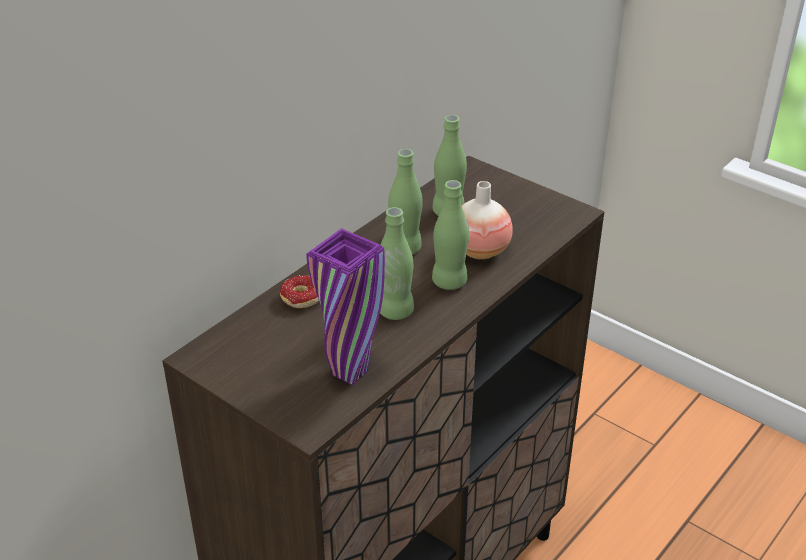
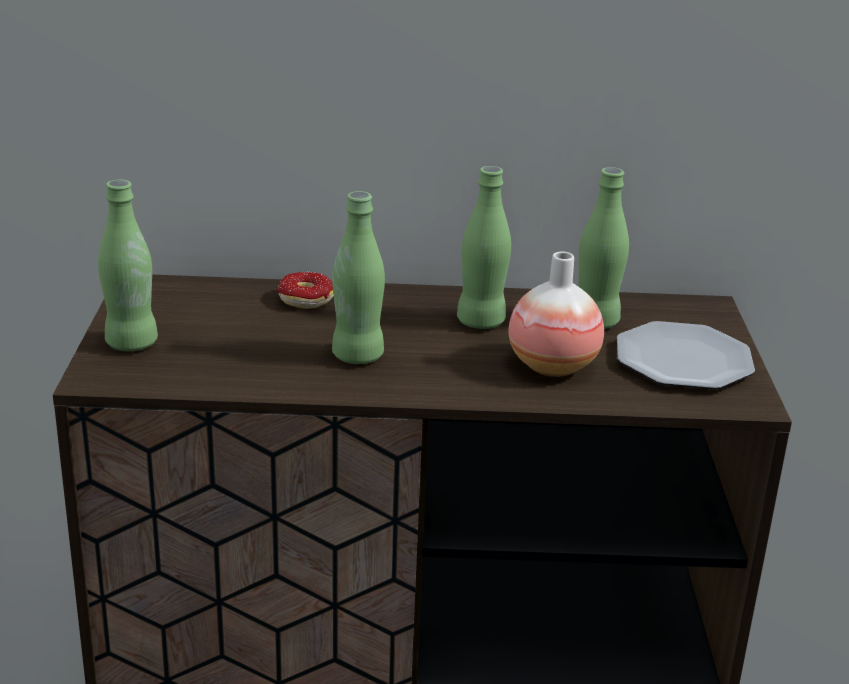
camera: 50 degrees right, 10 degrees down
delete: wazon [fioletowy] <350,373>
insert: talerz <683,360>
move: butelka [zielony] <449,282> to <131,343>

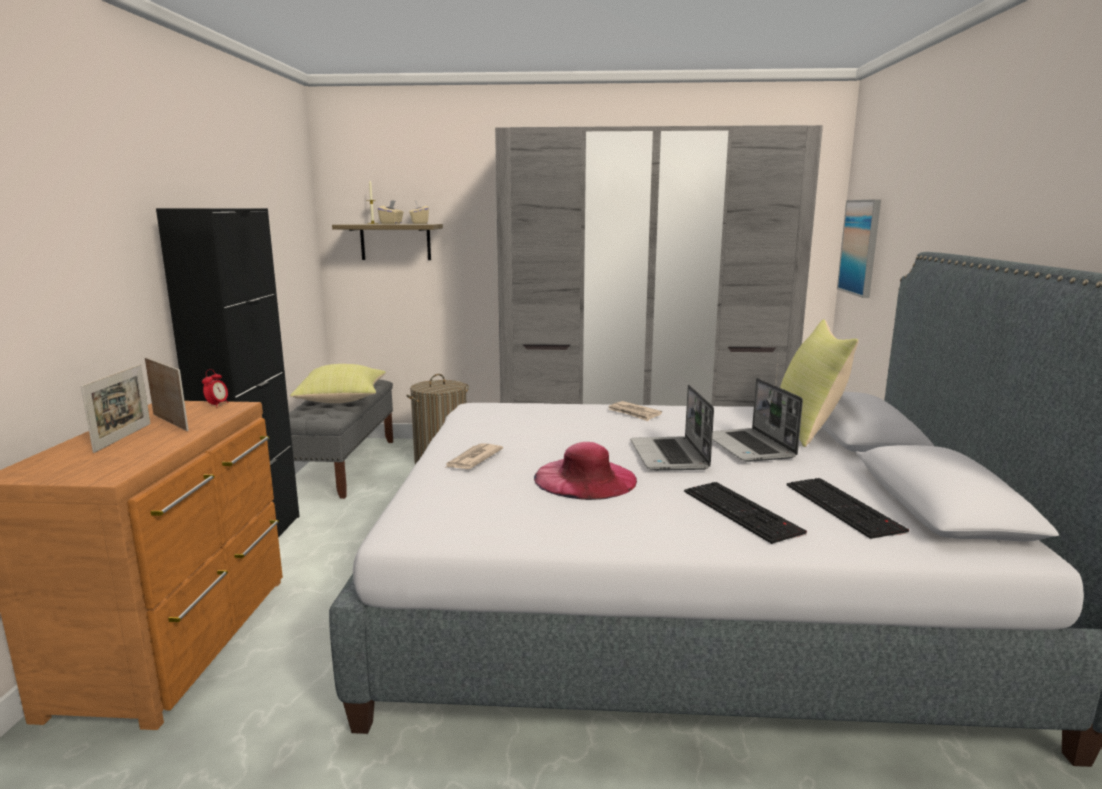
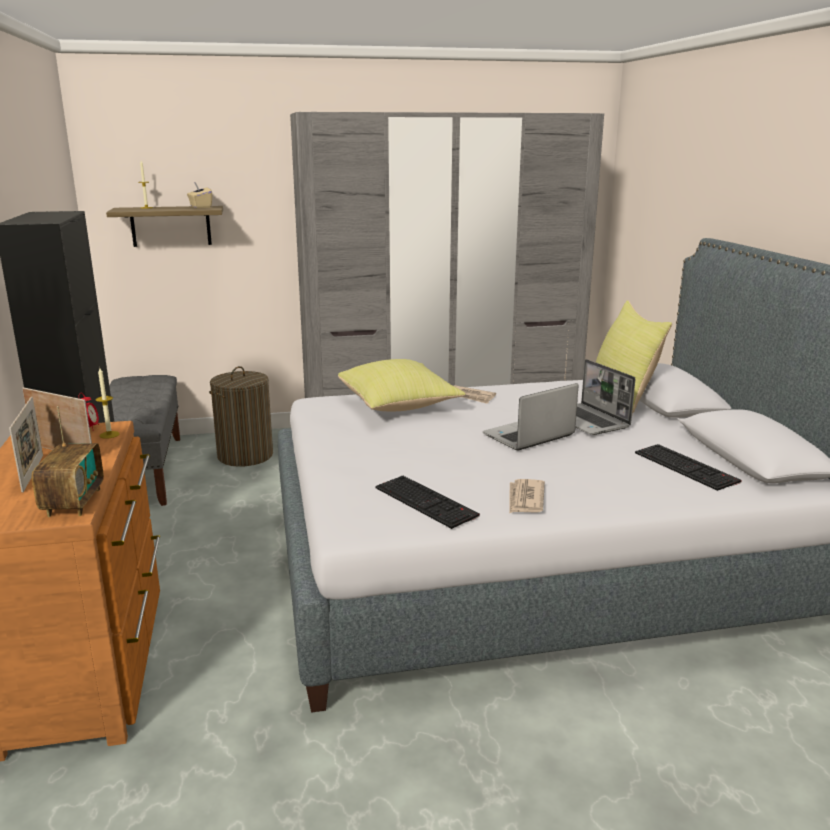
camera: 15 degrees left, 5 degrees up
delete: pudełko chusteczek [beżowy] <391,223>; kapelusz [różowy] <585,478>; obraz <860,247>
insert: radio <73,502>; świeca <109,435>
move: poduszka [żółty] <342,401> to <399,406>; gazeta <473,459> to <525,499>; klawiatura <743,512> to <427,502>
rotate: laptop <670,456> = <528,436> 75 degrees clockwise

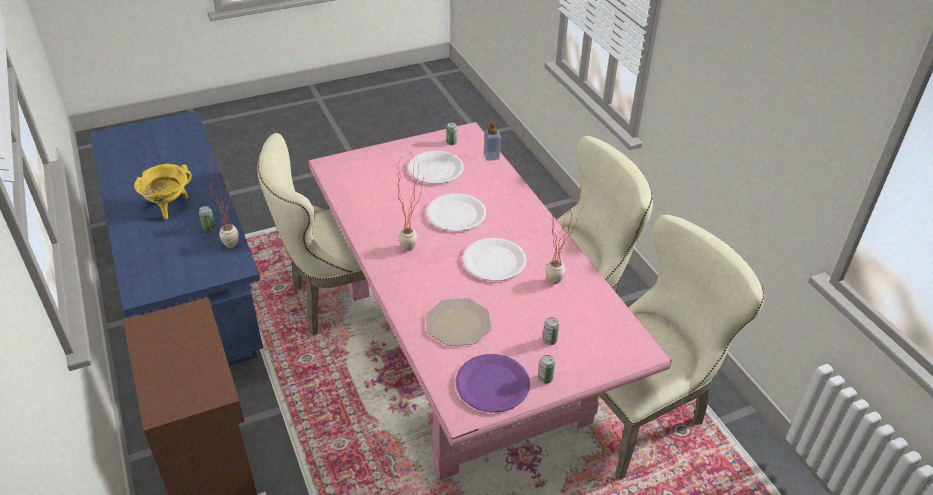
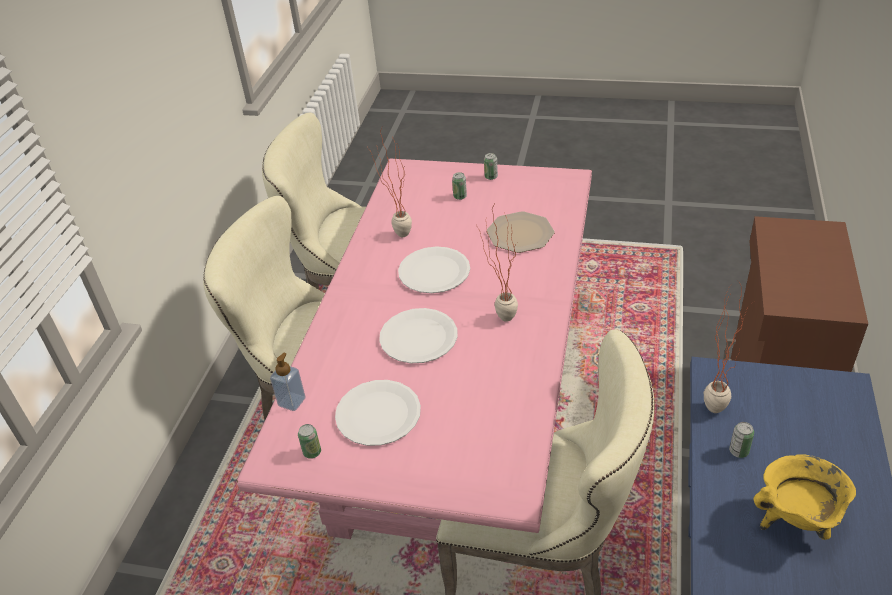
camera: 140 degrees left, 0 degrees up
delete: talerz [fioletowy] <492,384>

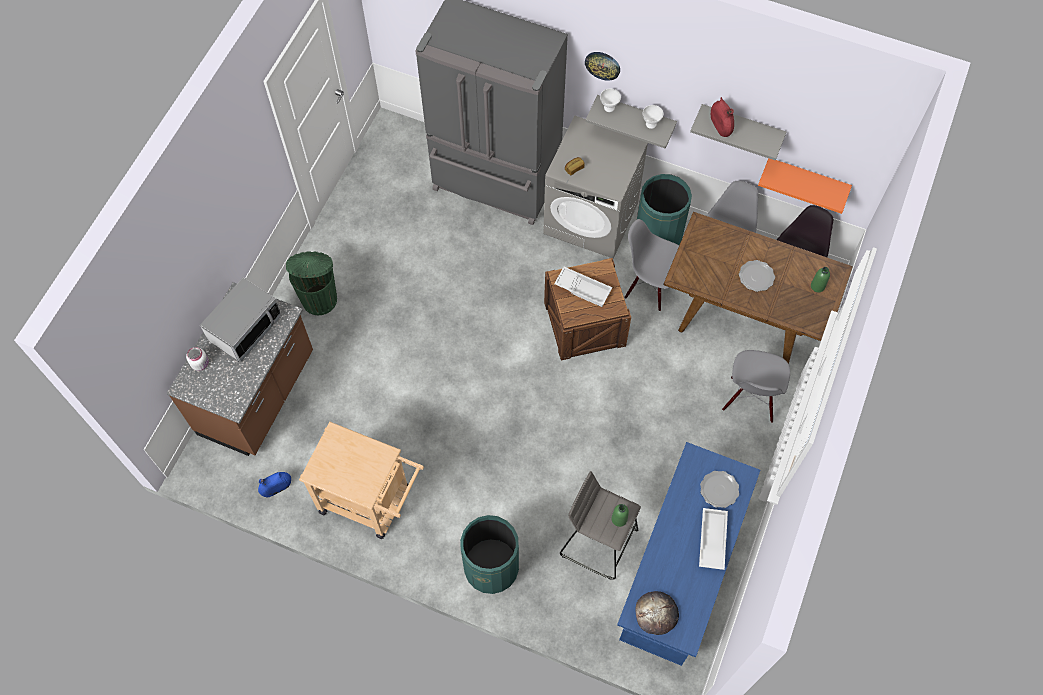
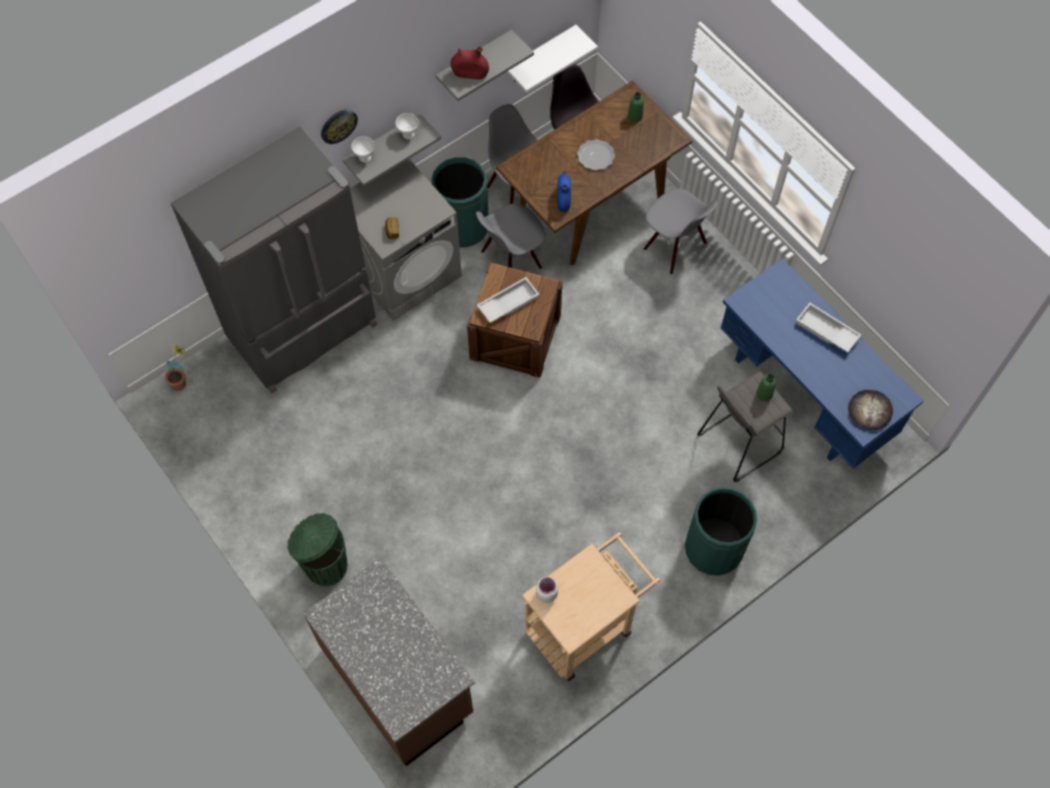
camera: 60 degrees left, 0 degrees up
delete: mikrofalówka <245,328>; talerz <719,490>
insert: roślina doniczkowa <183,382>
move: słoik [biały] <201,363> to <546,593>; wazon [niebieski] <277,488> to <563,199>
recolor: półka [pomarańczowy] <807,179> to półka [biały] <540,55>

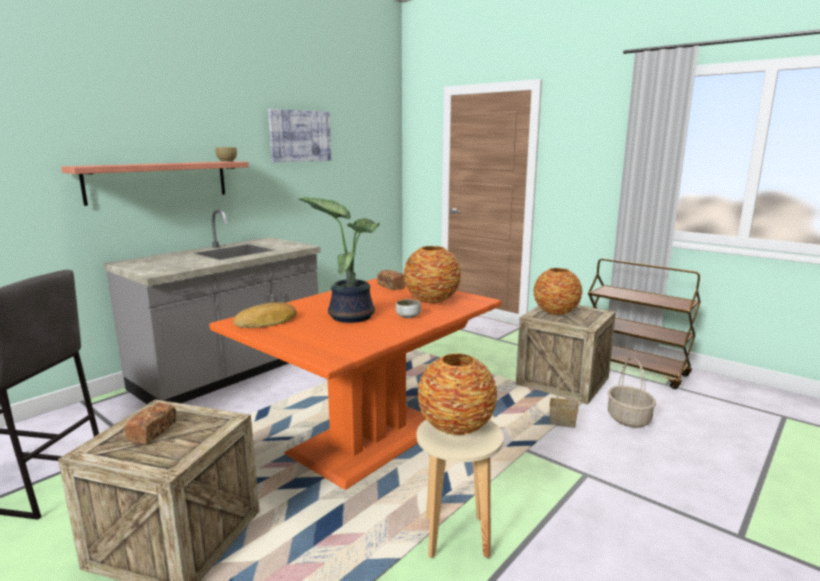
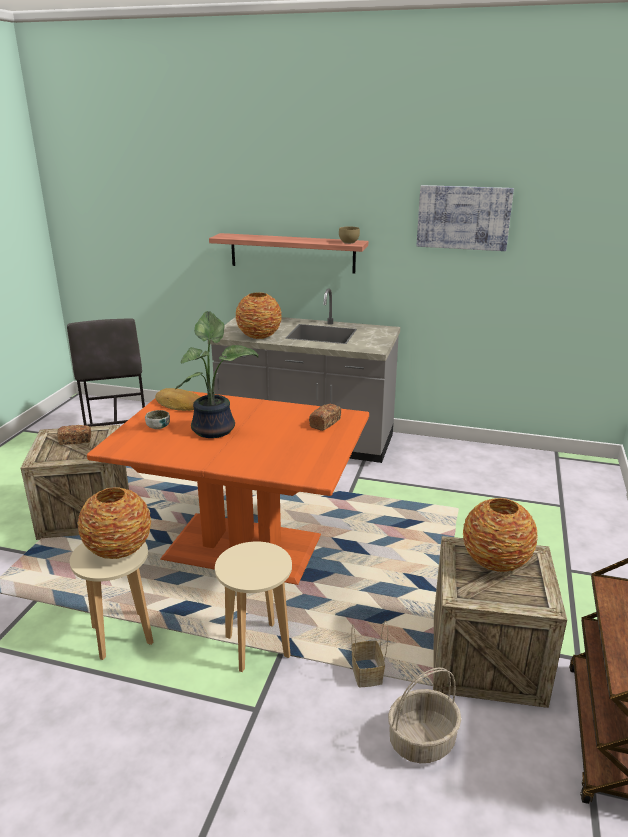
camera: 65 degrees right, 10 degrees up
insert: stołek [beżowy] <257,647>
move: miska <408,316> to <158,427>; wazon <432,300> to <259,336>

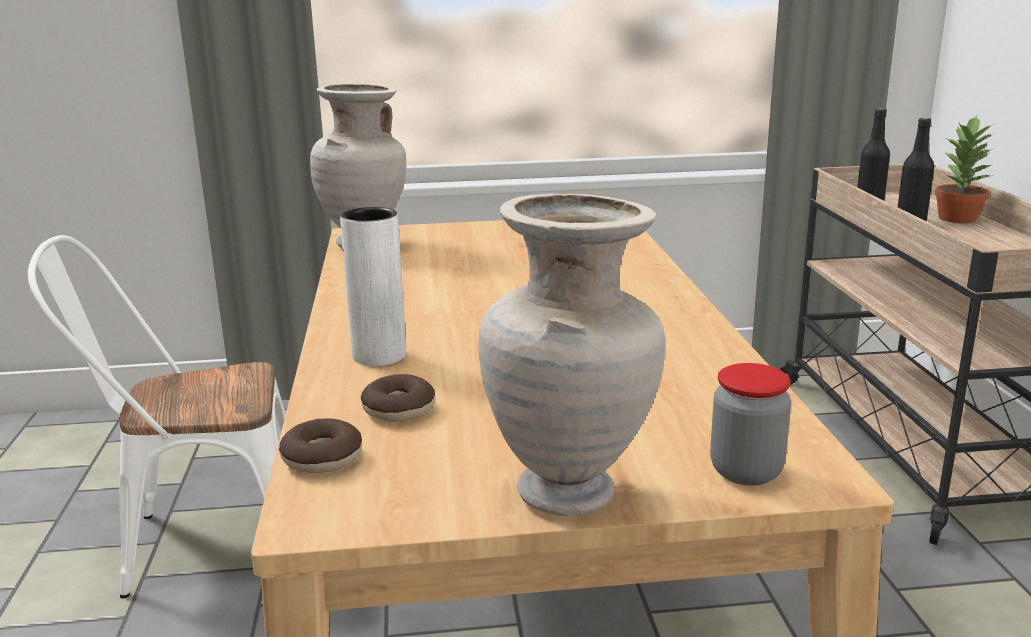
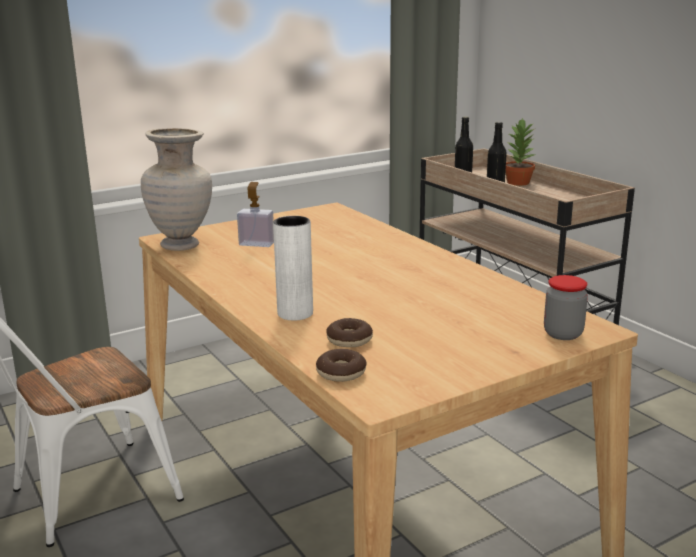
camera: 25 degrees left, 0 degrees up
delete: wazon [beżowy] <571,494>
insert: dozownik mydła <256,244>

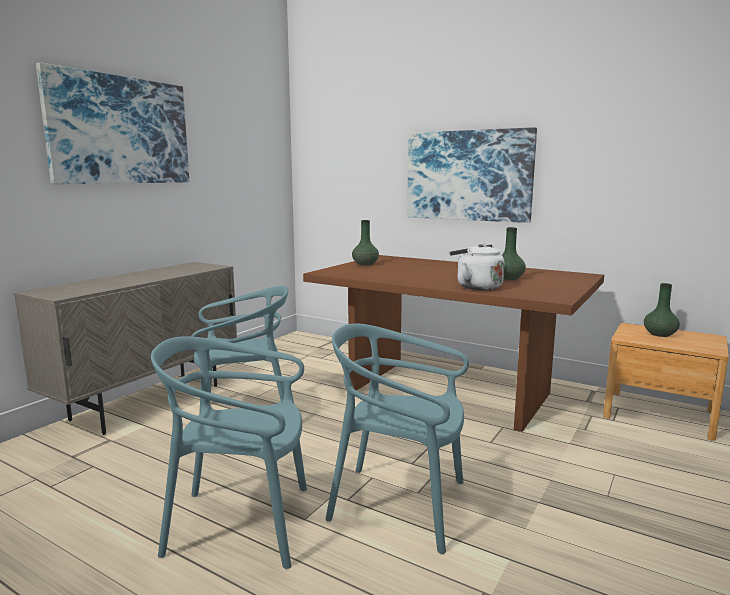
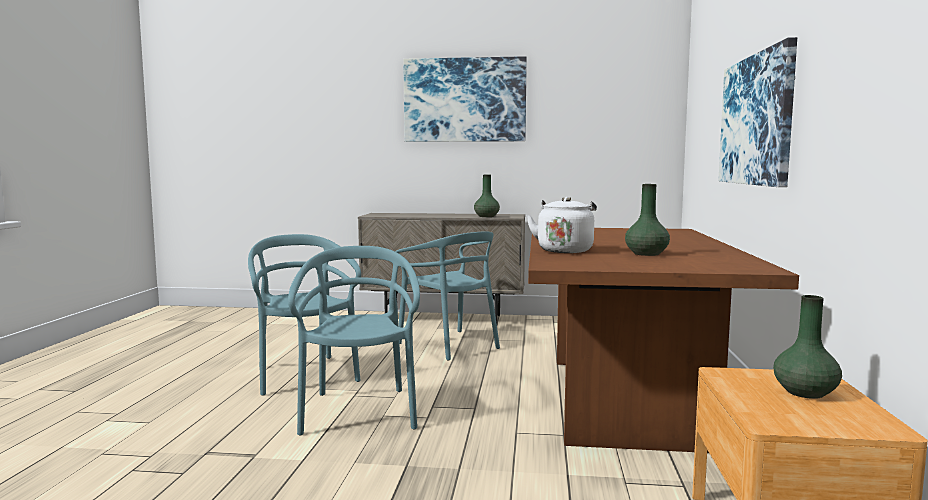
camera: 65 degrees right, 5 degrees down
move: wazon [zielony] <365,264> to <486,216>

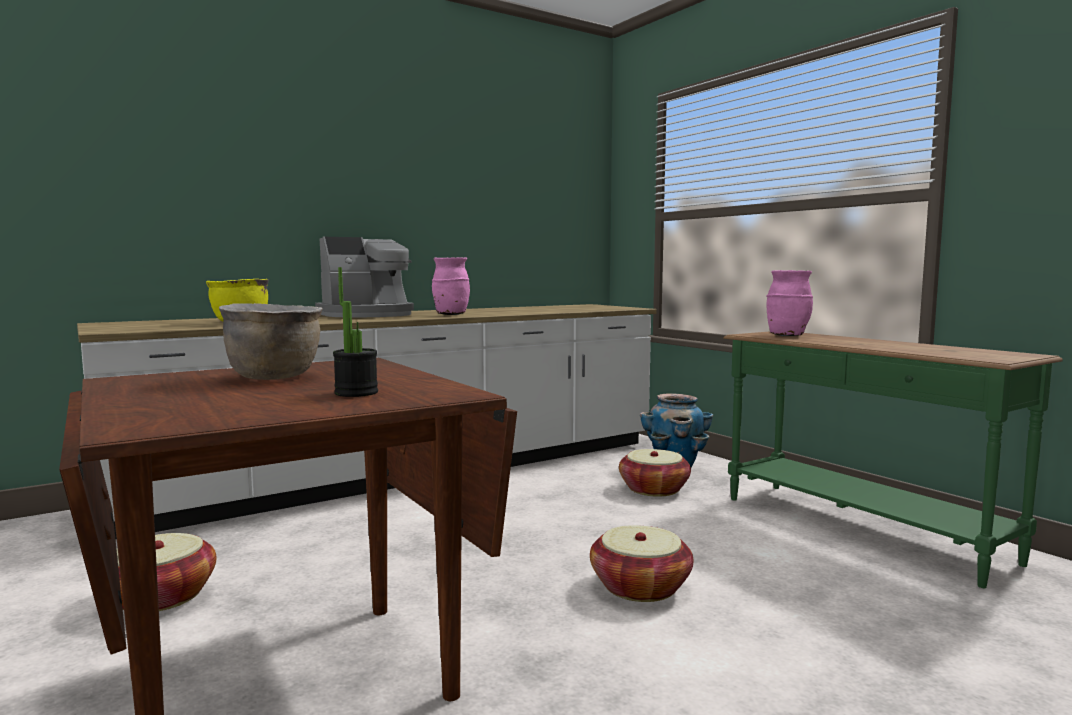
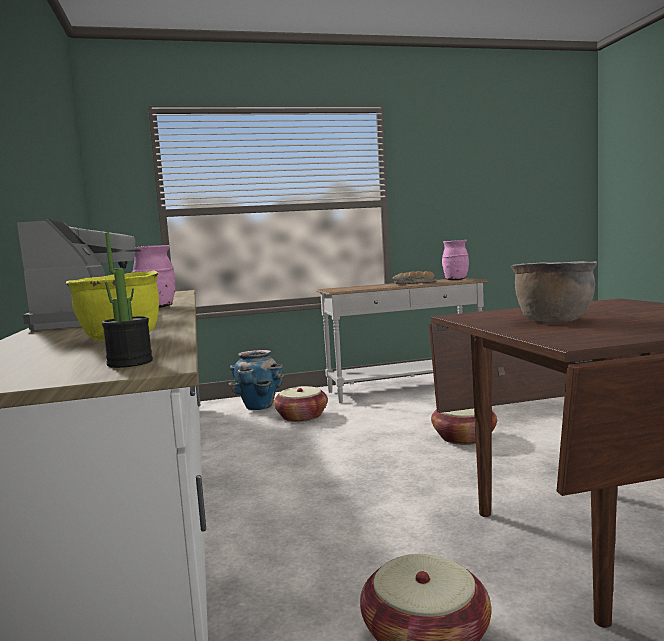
camera: 70 degrees left, 0 degrees up
insert: chleb <414,283>
move: roślina doniczkowa <356,393> to <130,363>; wazon [różowy] <787,335> to <455,280>
recolor: stolik konsolowy [zielony] <858,529> to stolik konsolowy [biały] <406,388>

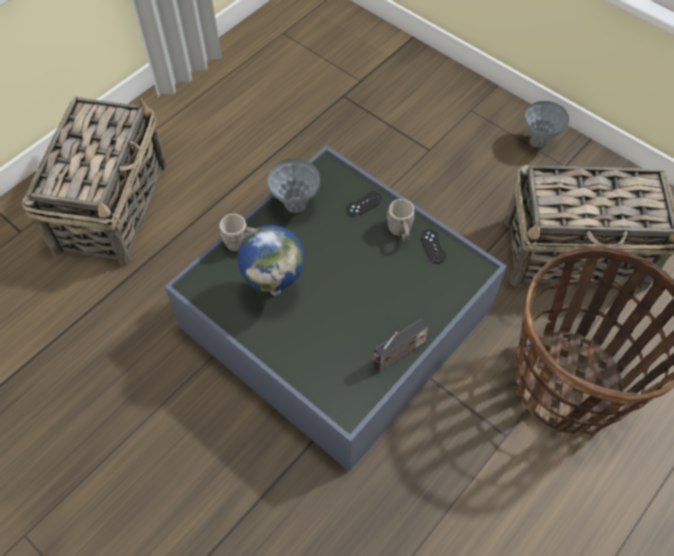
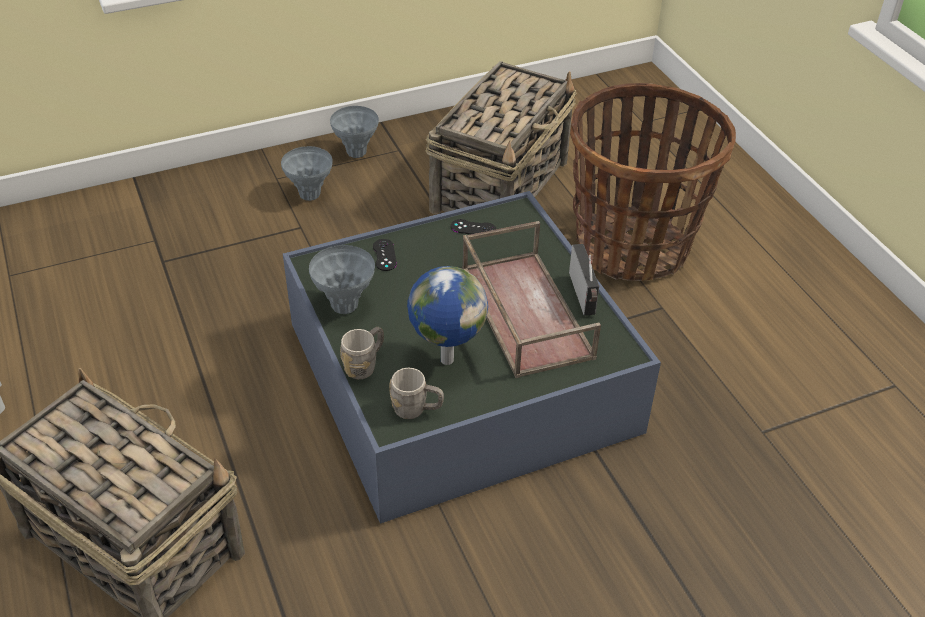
camera: 65 degrees left, 15 degrees down
insert: wazon [szary] <310,195>; taca [brązowy] <523,311>
move: kubek [szary] <400,232> to <416,410>

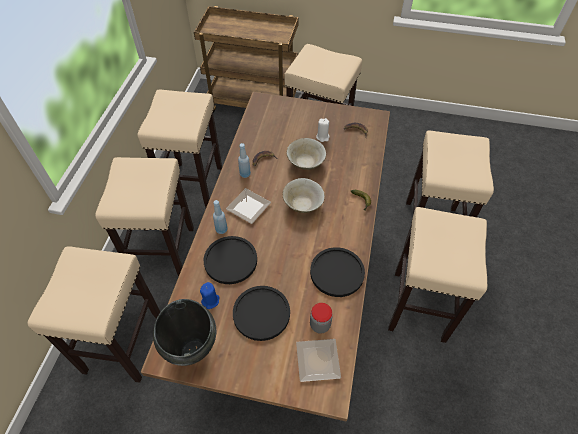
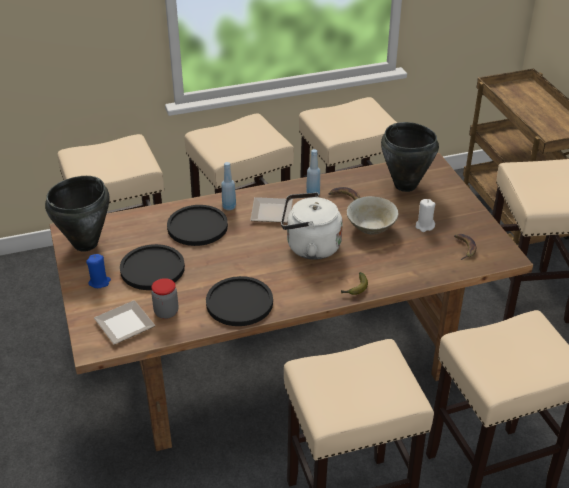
camera: 60 degrees right, 15 degrees down
insert: garnek [czarny] <405,186>
move: świeca [niebieski] <210,300> to <99,282>
replace: miska [beżowy] <303,204> to czajnik [biały] <309,247>

